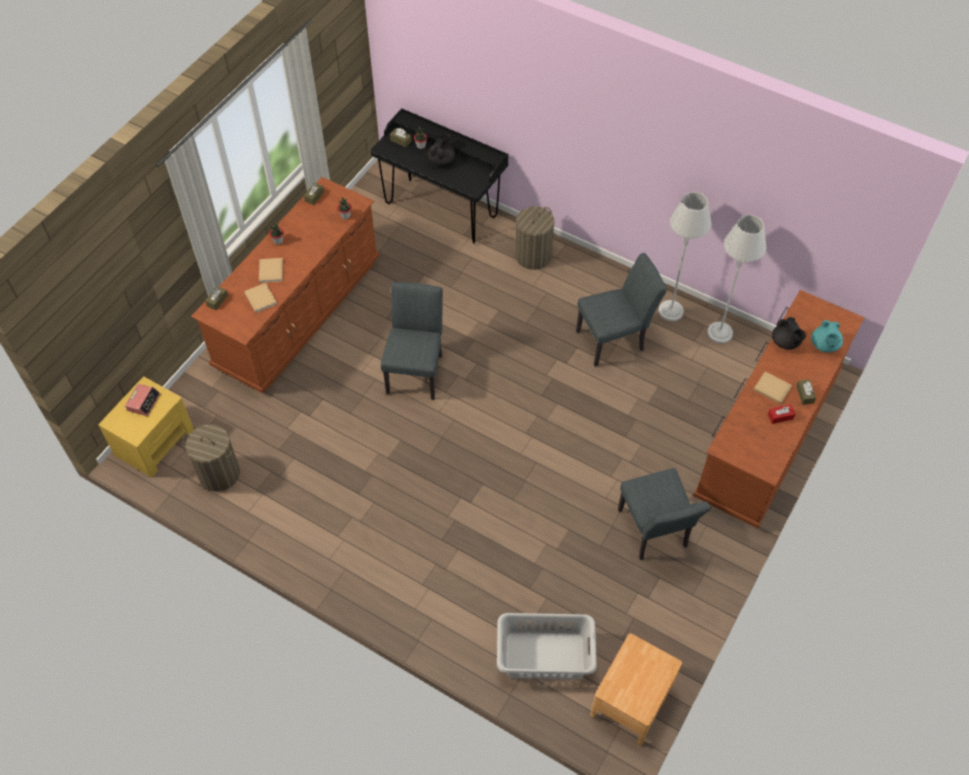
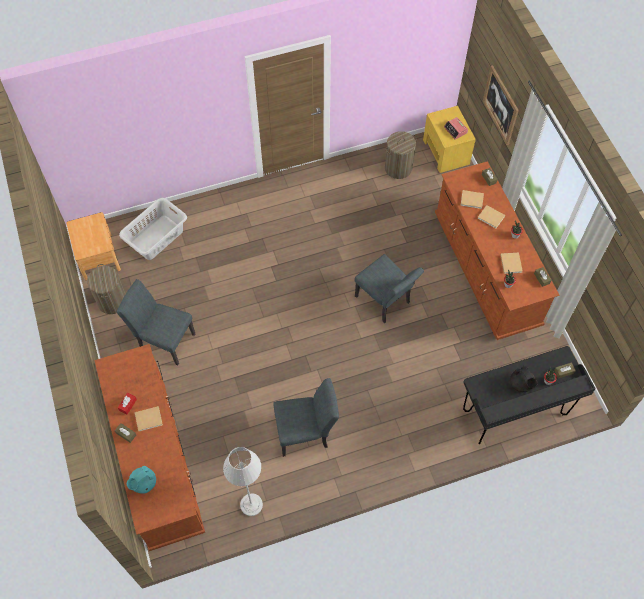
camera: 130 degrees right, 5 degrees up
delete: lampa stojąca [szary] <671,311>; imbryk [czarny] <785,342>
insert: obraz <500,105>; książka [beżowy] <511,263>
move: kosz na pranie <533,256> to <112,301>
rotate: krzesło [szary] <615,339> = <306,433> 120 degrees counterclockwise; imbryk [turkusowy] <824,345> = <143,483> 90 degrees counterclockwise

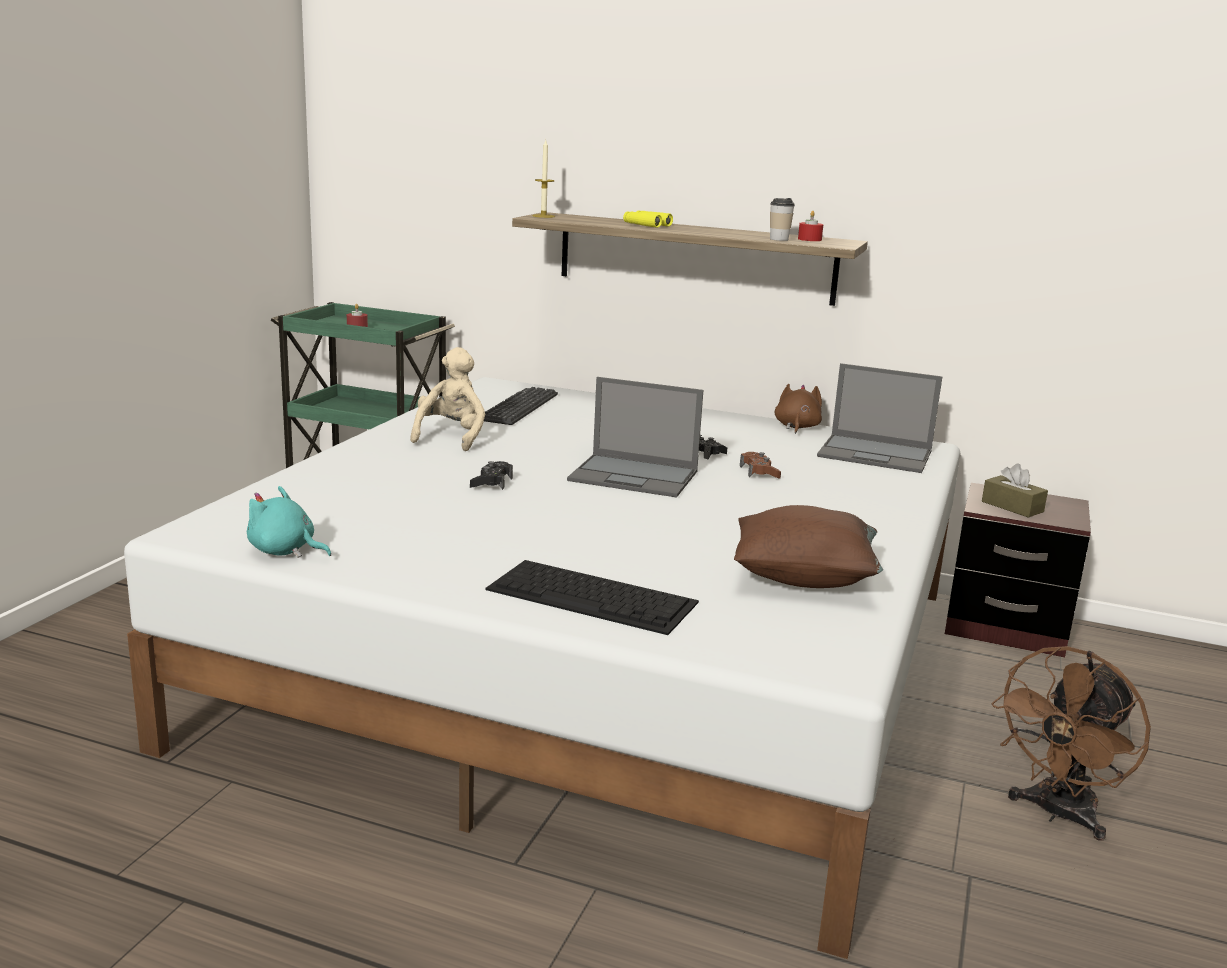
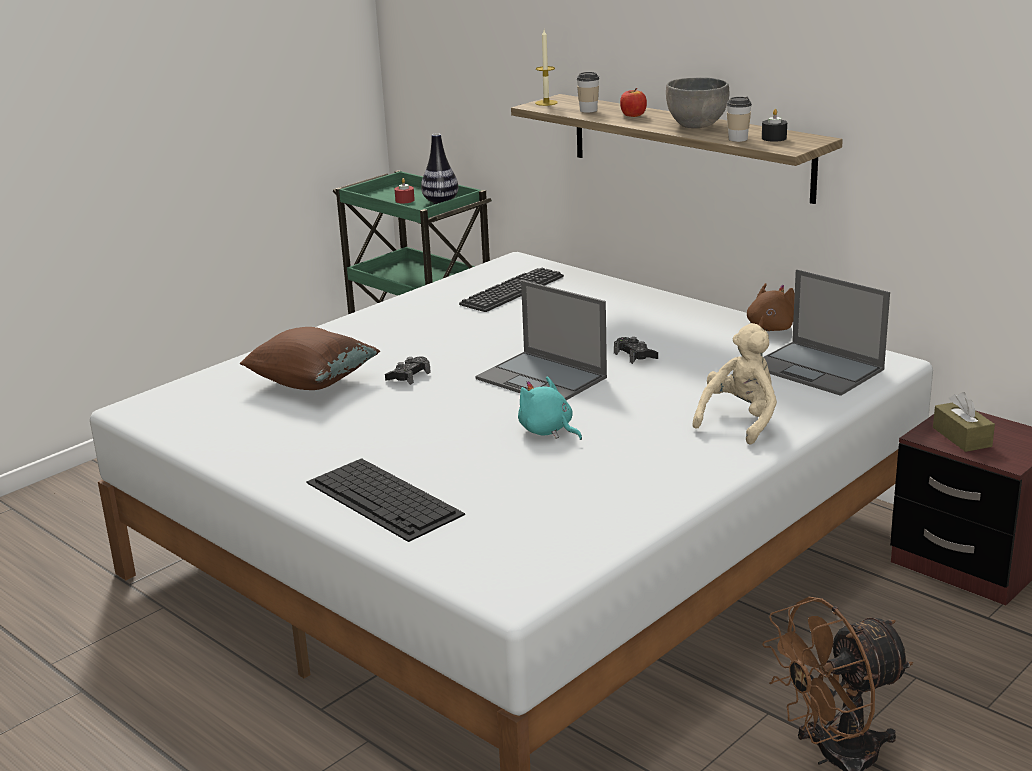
camera: 25 degrees right, 5 degrees up
delete: pad do gier [brązowy] <759,472>
insert: wazon <440,202>; filiżanka <588,110>; miska [szary] <696,125>
move: pluszak [turkusowy] <285,551> to <548,431>; pluszak [beżowy] <451,437> to <740,420>; poduszka [brązowy] <804,578> to <312,382>
replace: lornetka [żółty] <647,225> to jabłko <633,115>
recolor: świeca [czerwony] <809,239> to świeca [czarny] <774,138>

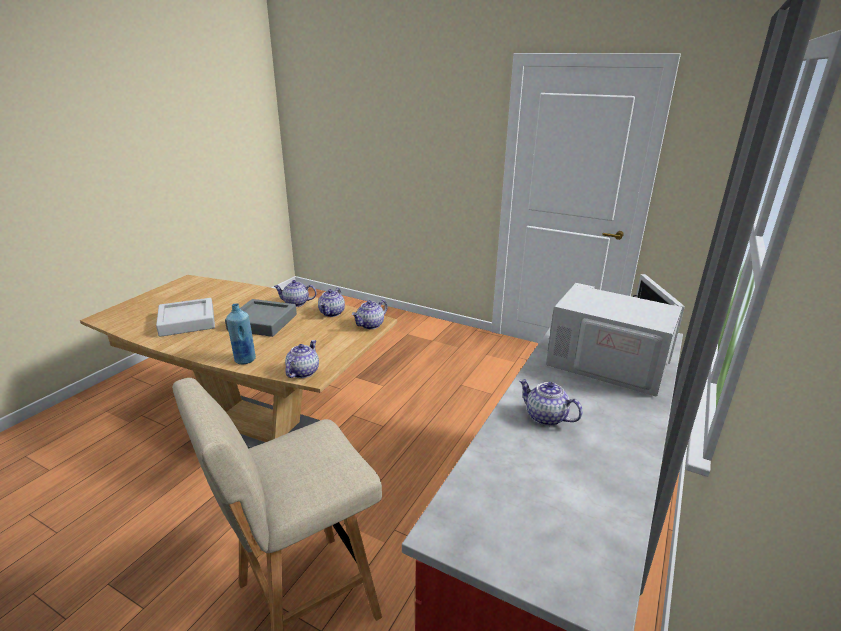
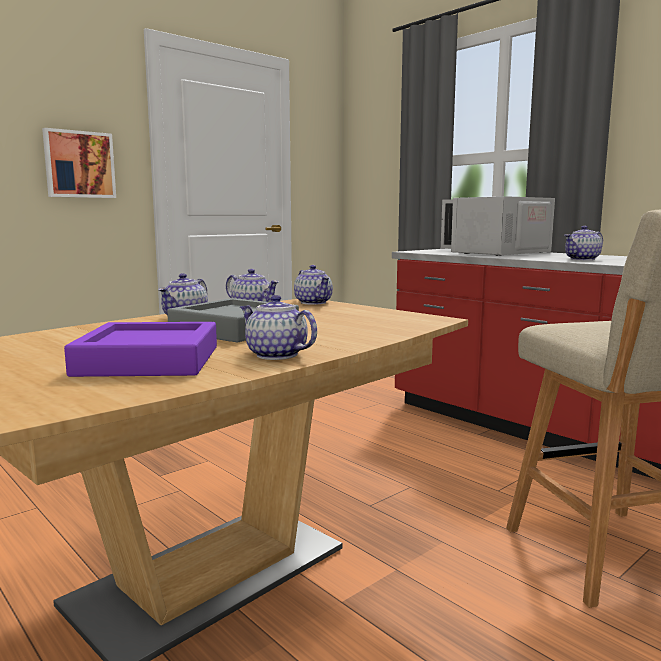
camera: 70 degrees left, 15 degrees down
delete: butelka [niebieski] <244,360>
insert: obraz <79,164>
move: imbryk <303,372> to <275,355>
recolor: taca [szary] <187,321> to taca [fioletowy] <149,361>

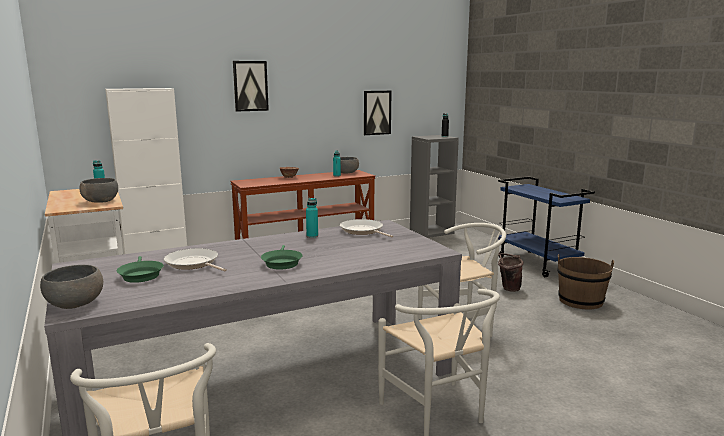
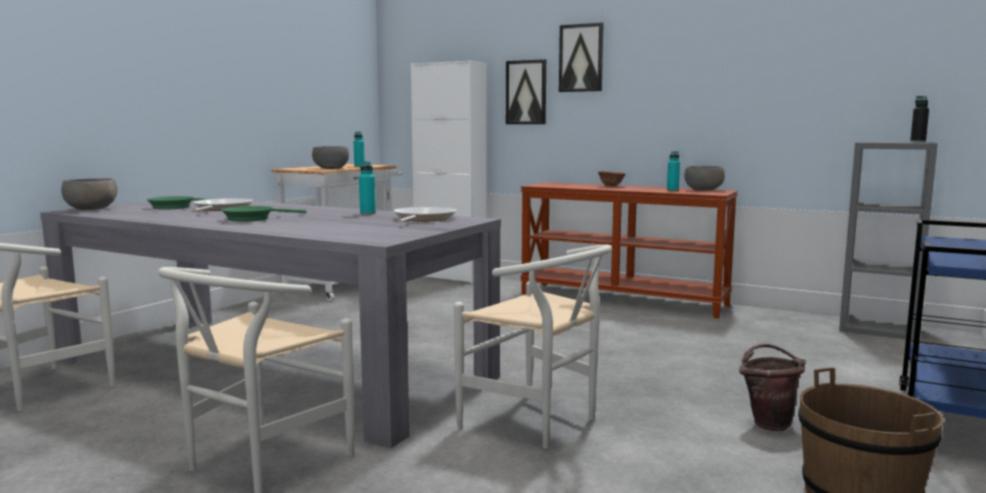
camera: 55 degrees right, 5 degrees down
move: obraz <377,112> to <526,92>

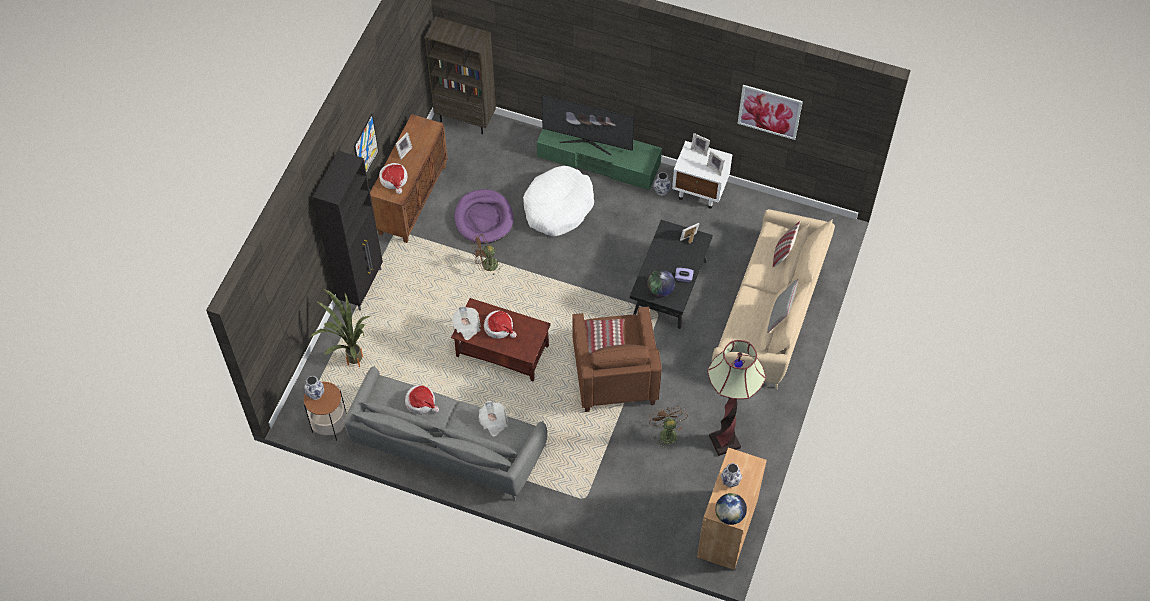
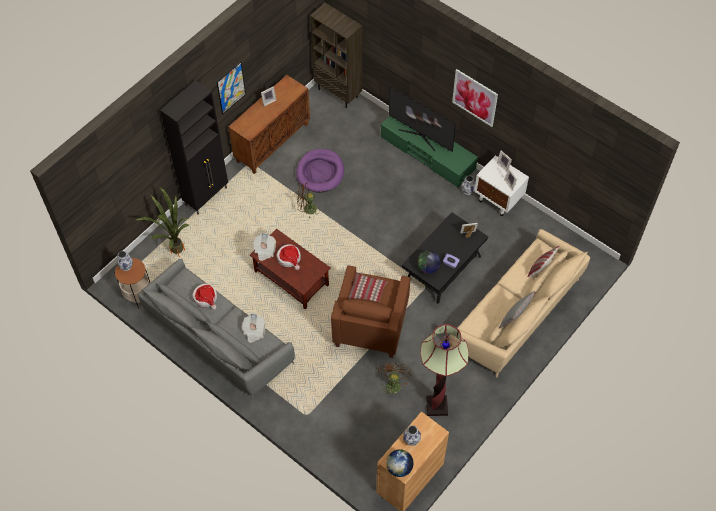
camera: 20 degrees right, 0 degrees up
delete: kapelusz <394,180>; legowisko [biały] <558,207>
move: obraz <769,112> to <474,97>

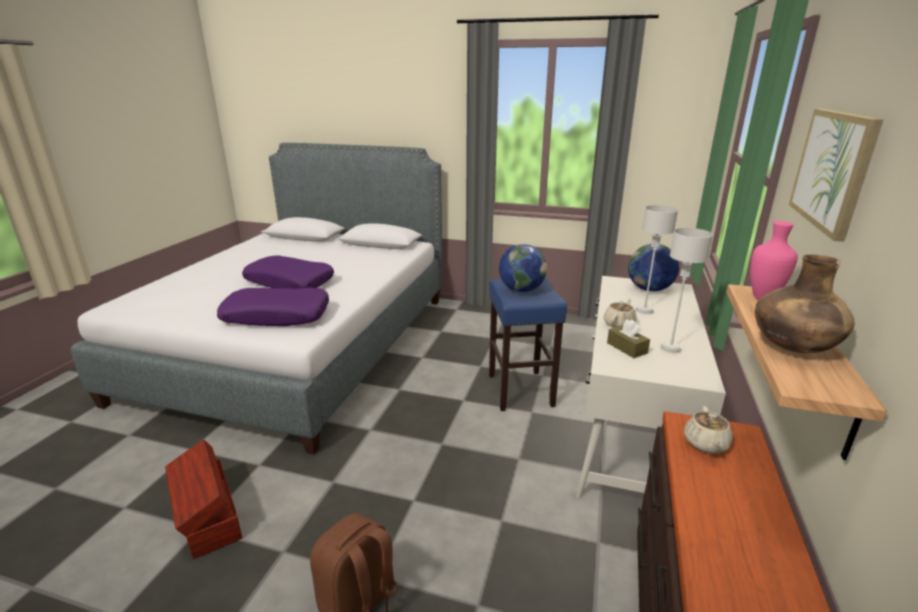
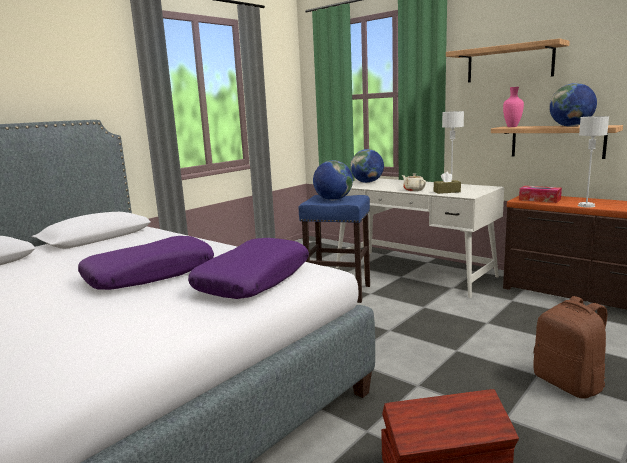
camera: 65 degrees left, 10 degrees down
move: lampa stołowa [szary] <644,310> to <586,206>
replace: imbryk [beżowy] <706,444> to pudełko chusteczek <539,199>; wazon [brązowy] <792,348> to globus <571,126>; obraz <833,169> to półka <509,63>

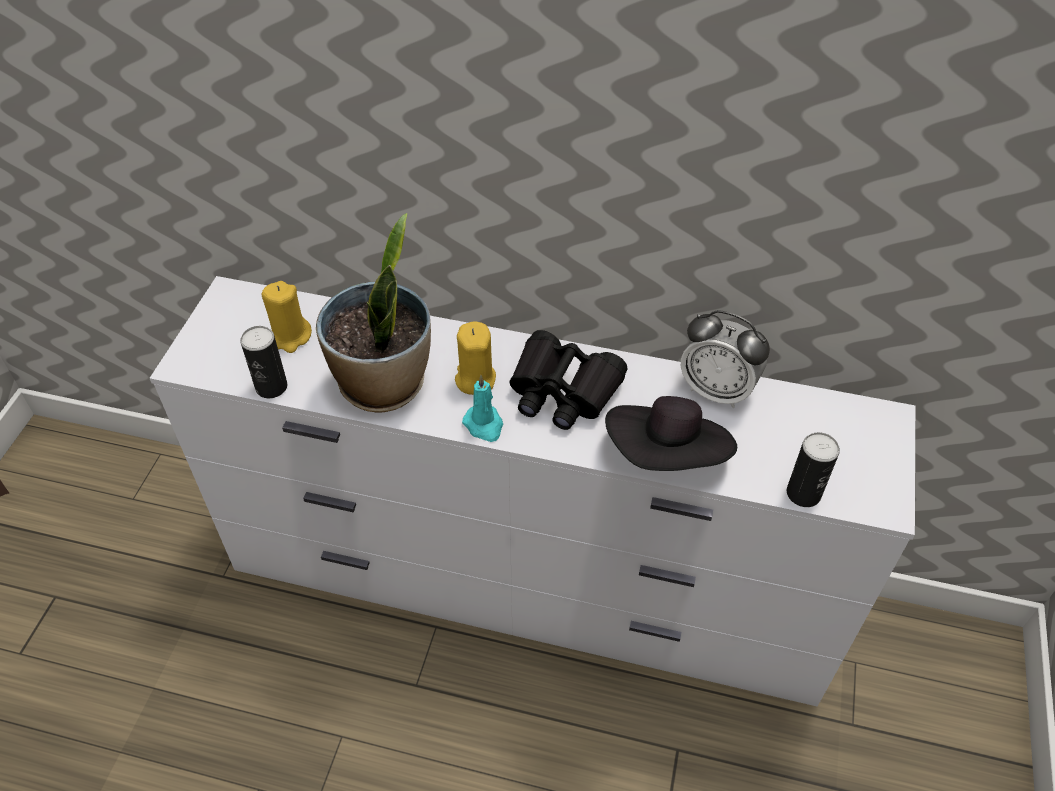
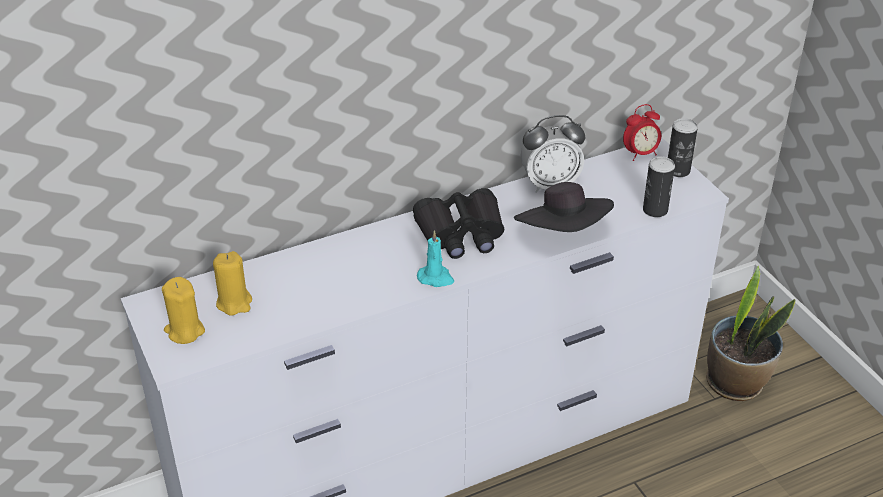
camera: 40 degrees left, 10 degrees down
insert: budzik <640,154>
move: puszka <271,387> to <678,170>; roślina doniczkowa <384,384> to <736,383>; świeca [żółty] <475,378> to <184,331>

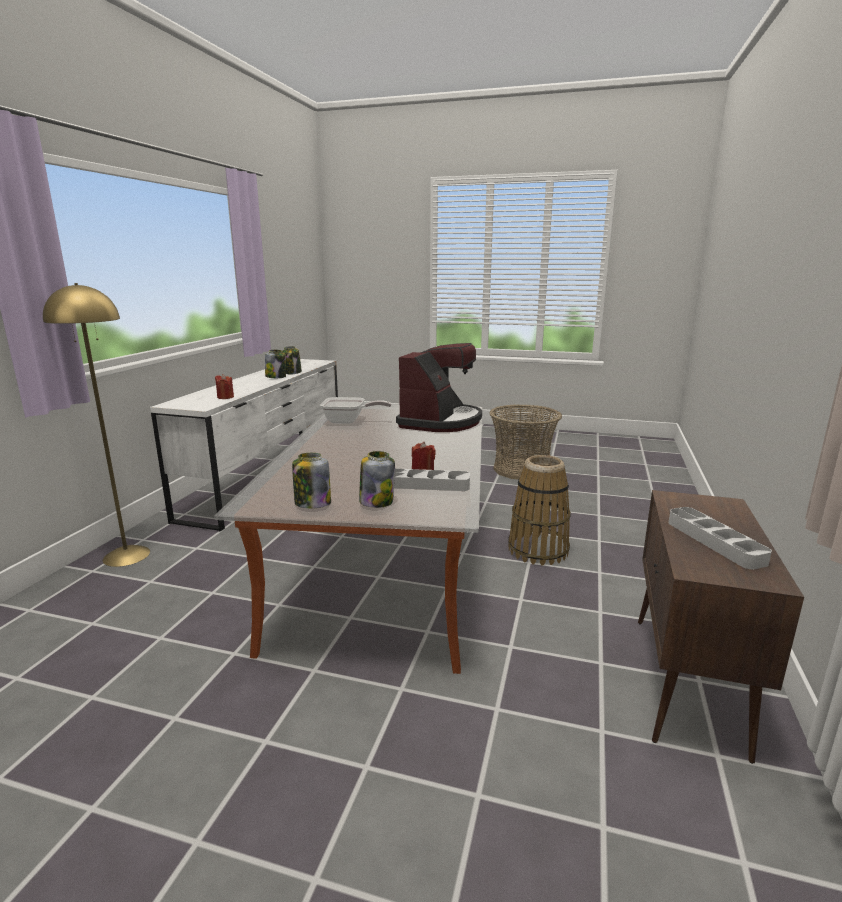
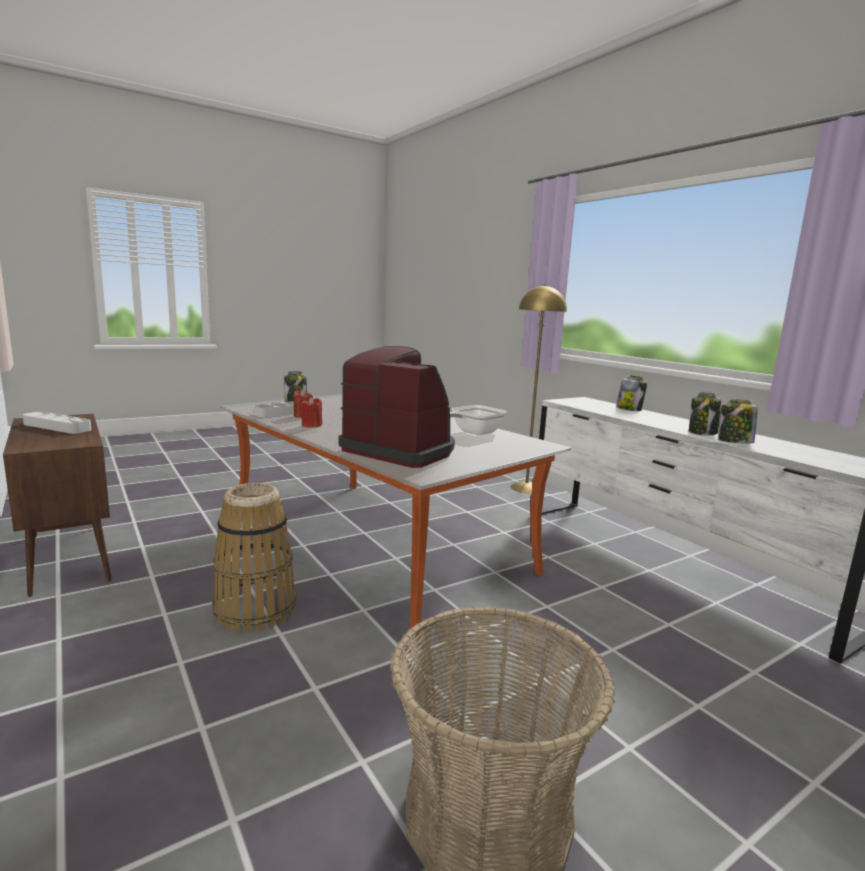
camera: 130 degrees right, 5 degrees down
move: świeca [czerwony] <225,397> to <311,425>; słoik <312,503> to <629,409>
rotate: ekspres do kawy <440,421> = <400,450> 150 degrees clockwise

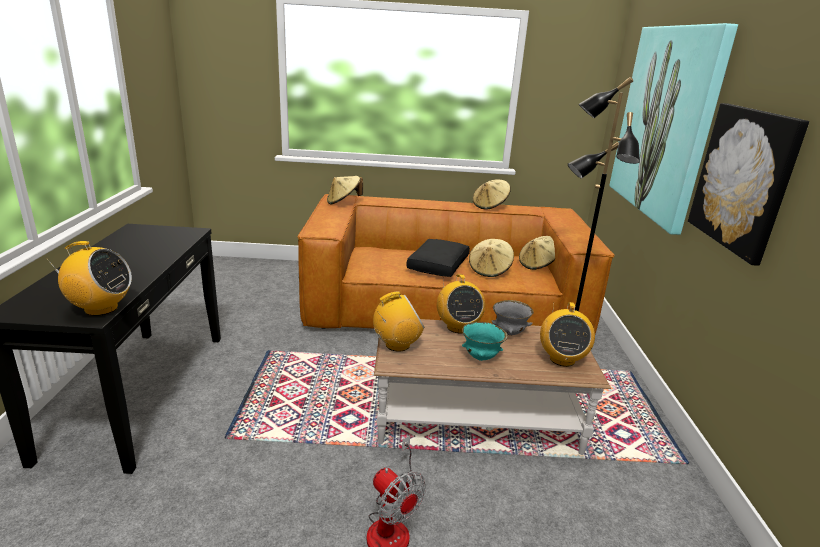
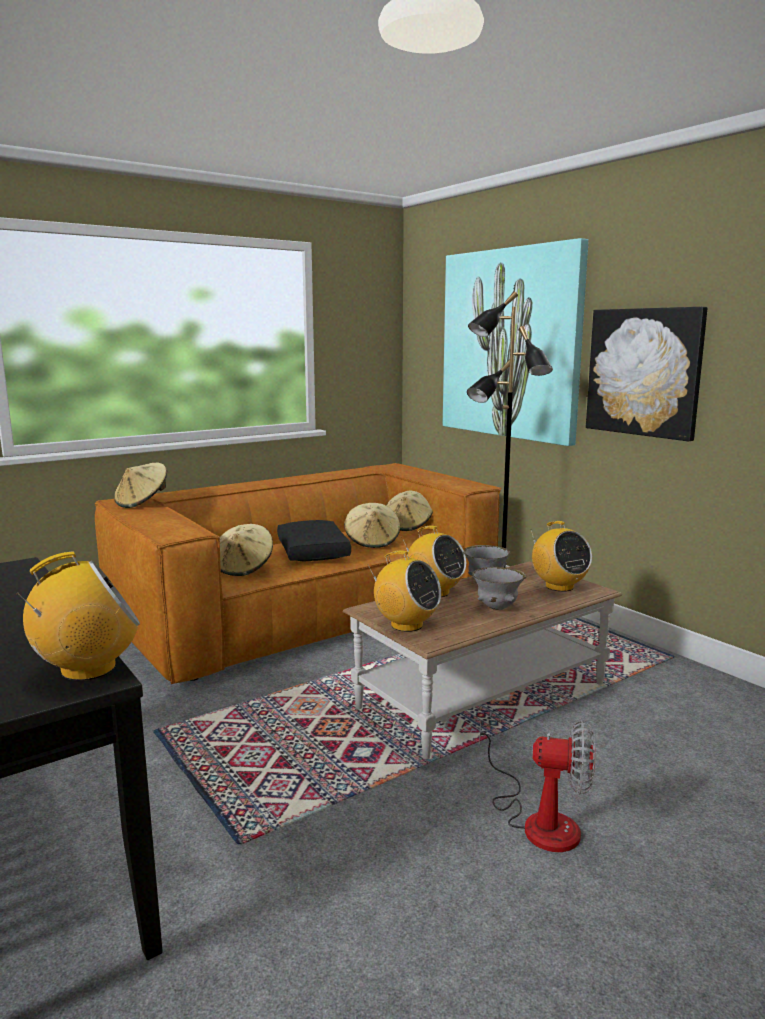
camera: 35 degrees left, 10 degrees down
move: kapelusz [beżowy] <490,206> to <243,568>
recolor: miska [turkusowy] <481,358> to miska [szary] <497,608>
rotate: radio <397,345> = <406,625> 90 degrees clockwise

